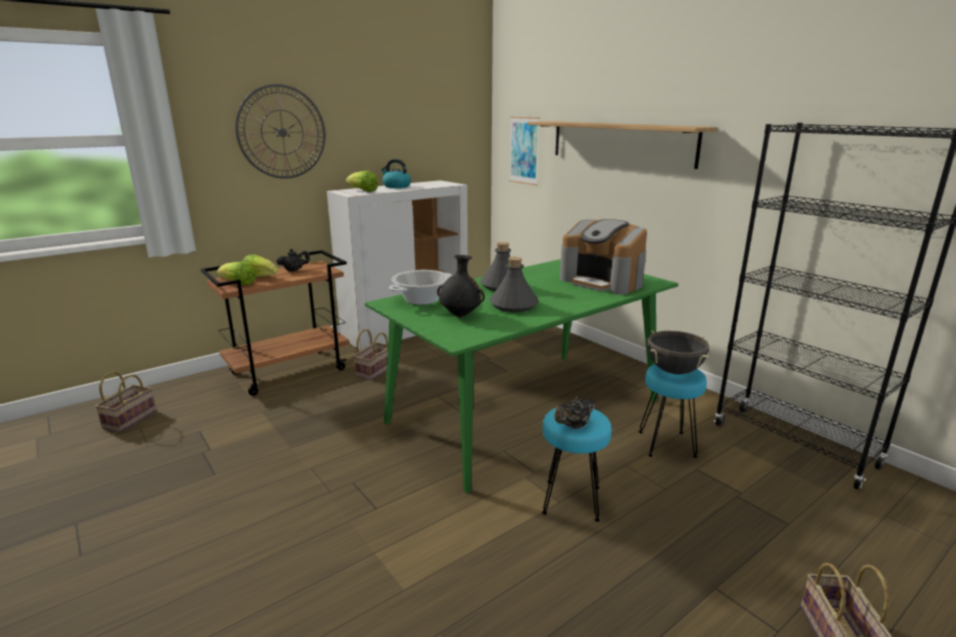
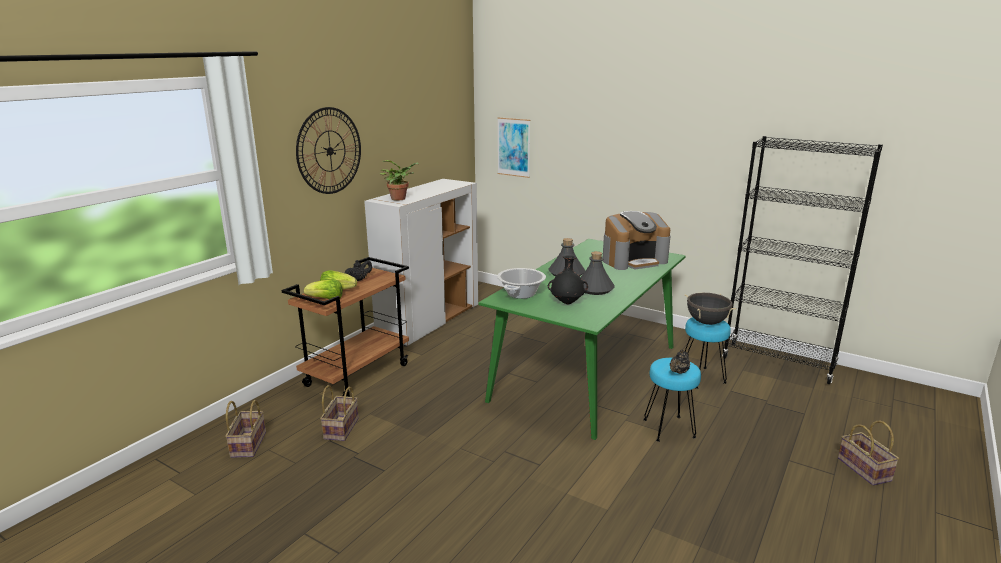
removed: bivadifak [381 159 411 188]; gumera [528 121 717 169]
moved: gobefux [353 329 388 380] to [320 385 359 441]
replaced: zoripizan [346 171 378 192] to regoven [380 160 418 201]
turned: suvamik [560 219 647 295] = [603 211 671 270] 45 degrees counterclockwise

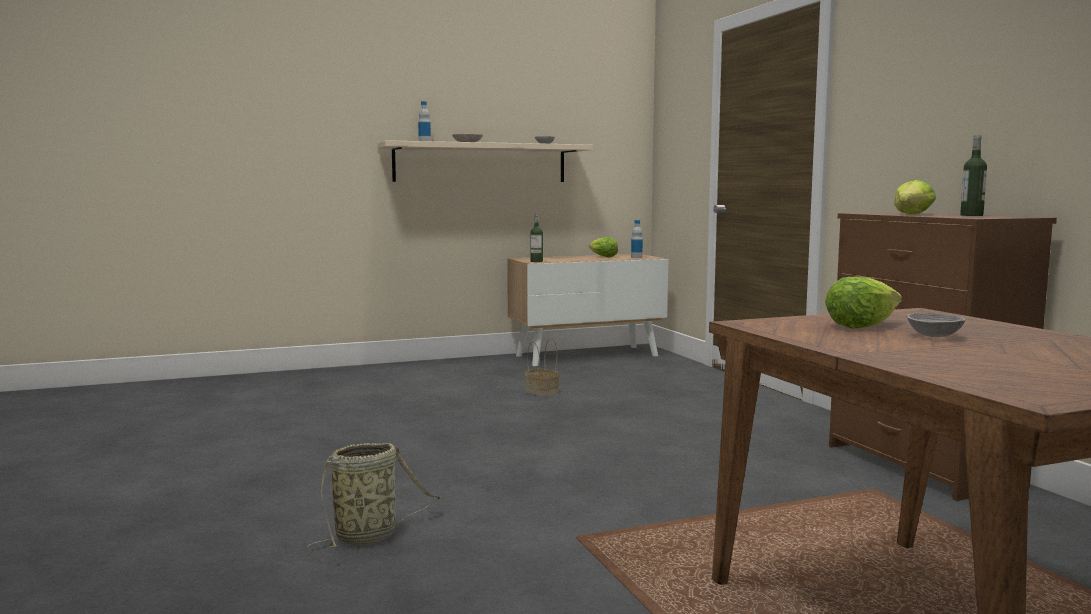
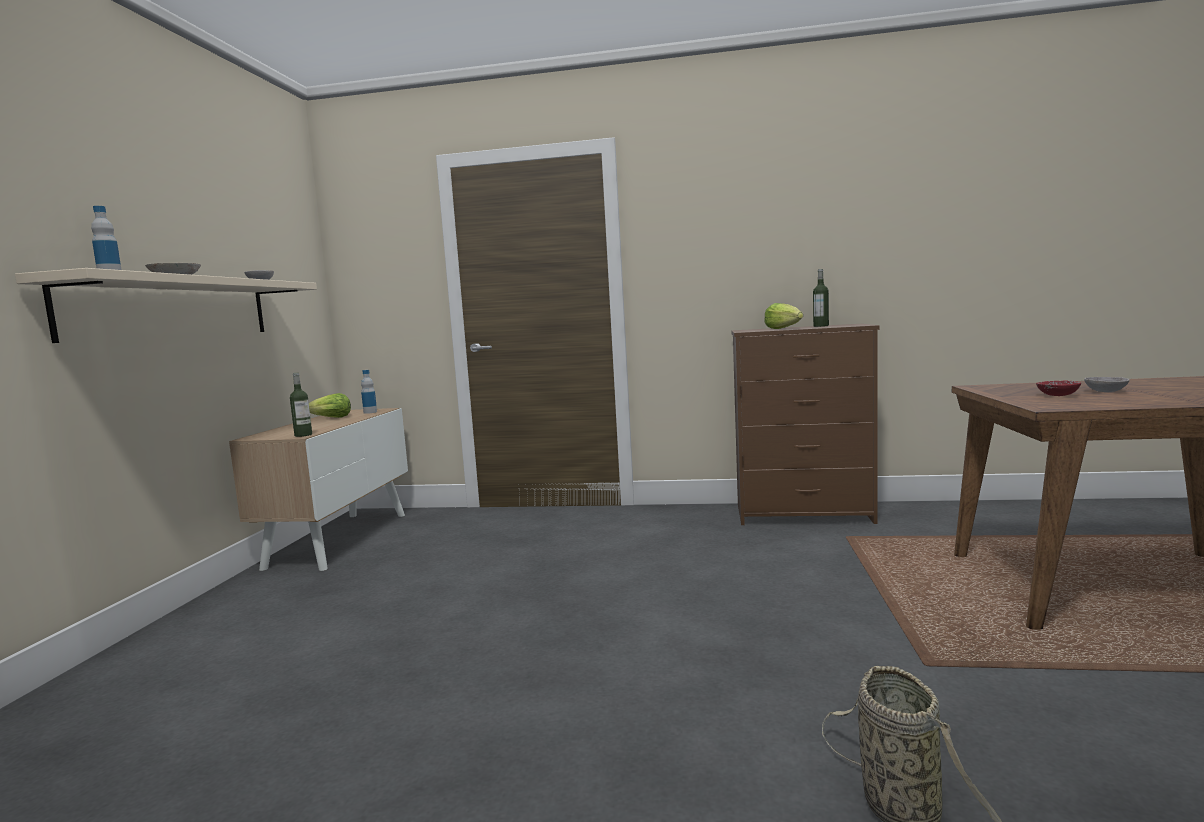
removed: gobefux [524 338 560 397]
replaced: zoripizan [825 276 902 329] to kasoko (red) [1036 381 1081 396]

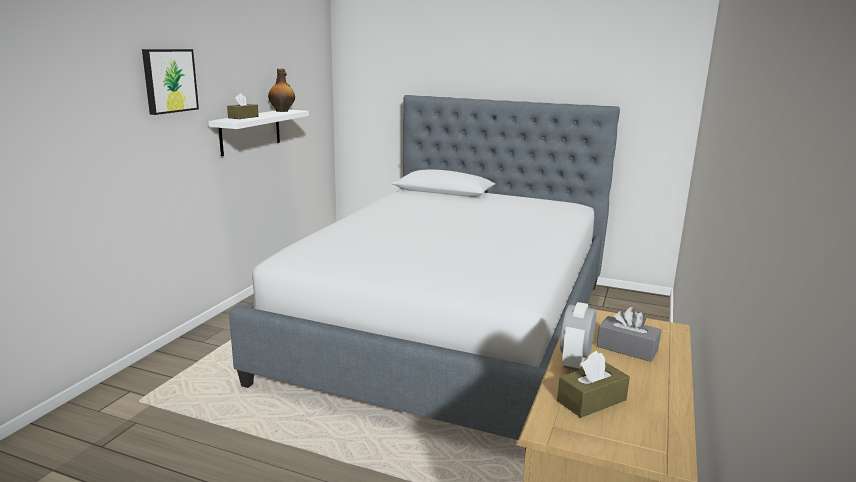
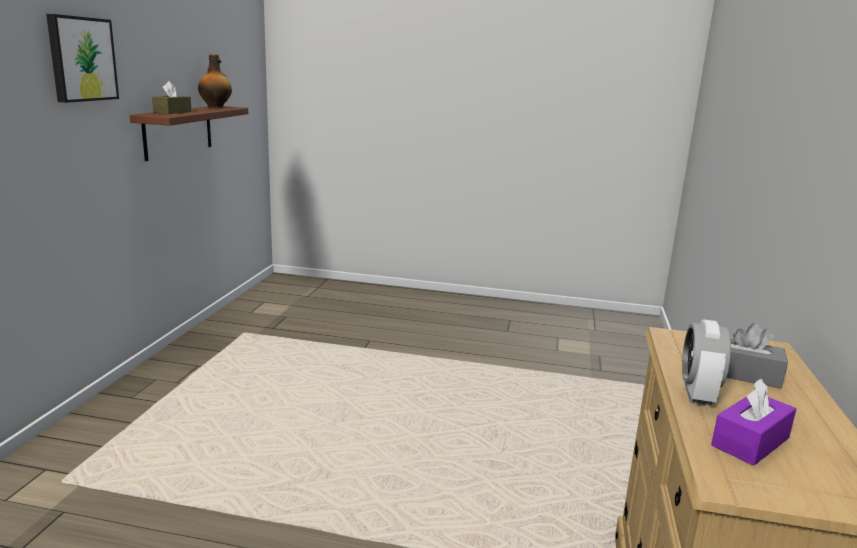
removed: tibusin [229 95 620 451]
recoloured: gumera (white) [208 109 309 156] to gumera (brown) [130 106 248 161]; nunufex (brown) [557 351 630 418] to nunufex (purple) [711 378 796 466]

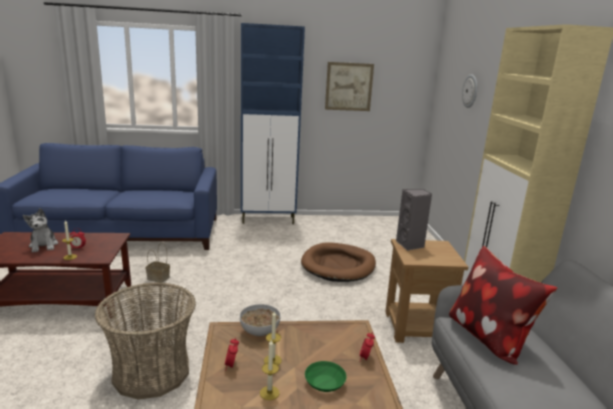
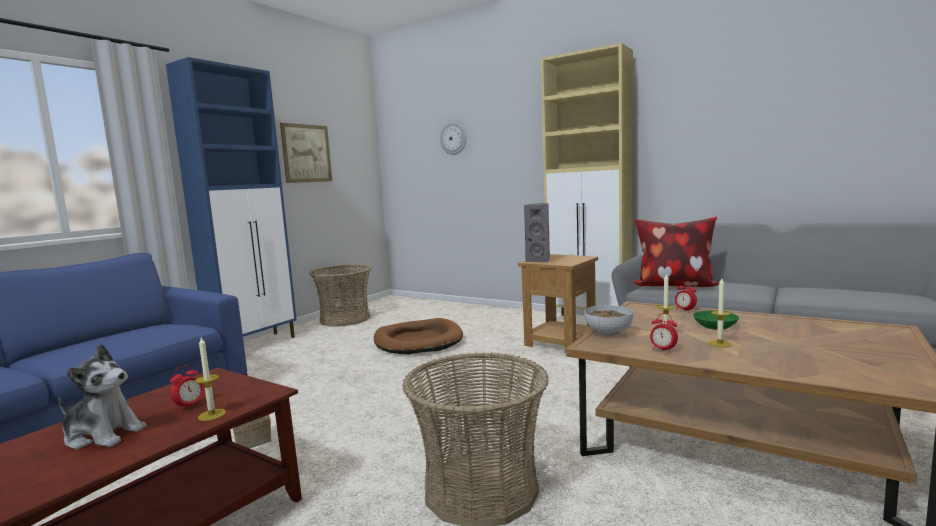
added: gobefux [309 264 371 327]

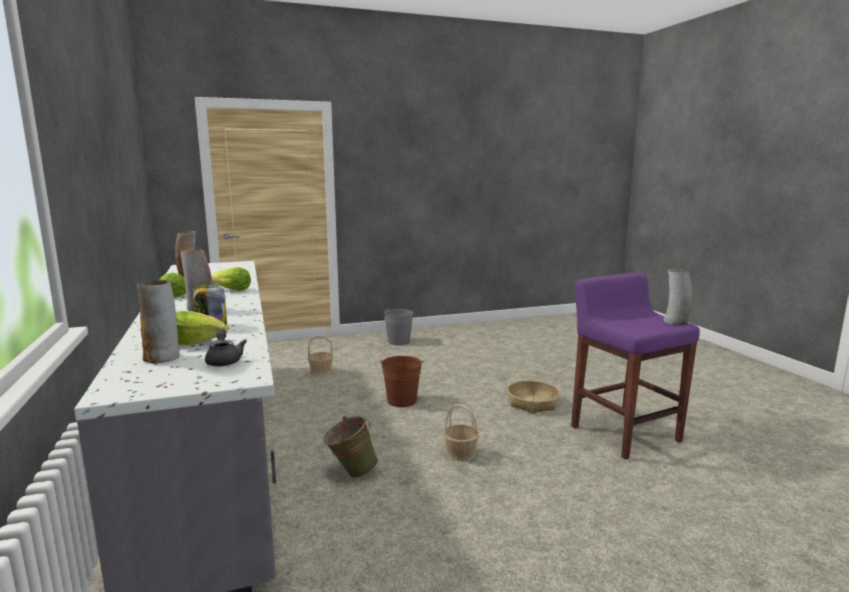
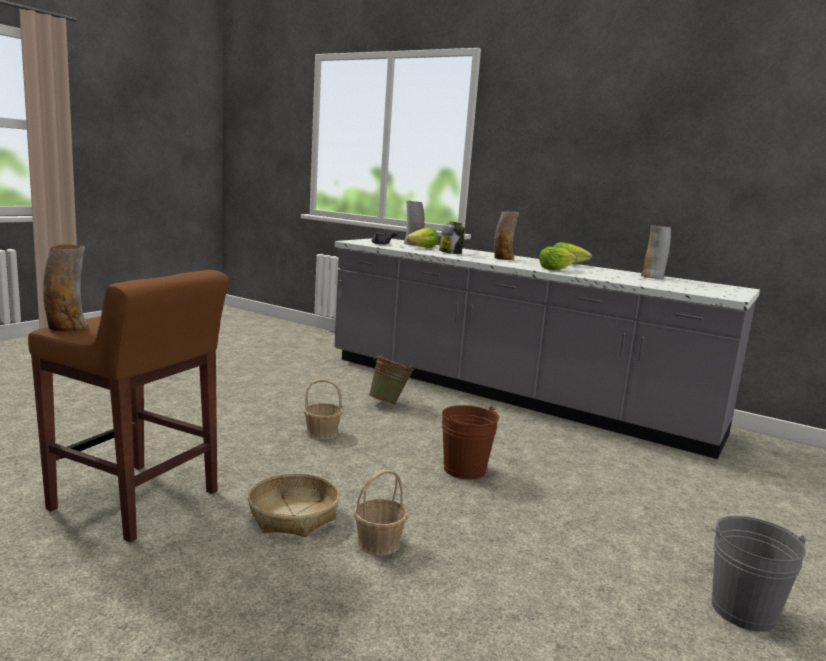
moved: gobefux [307 336 333 376] to [354 470 408 555]
recoloured: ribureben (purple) [571 273 700 460] to ribureben (brown) [28 270 228 542]

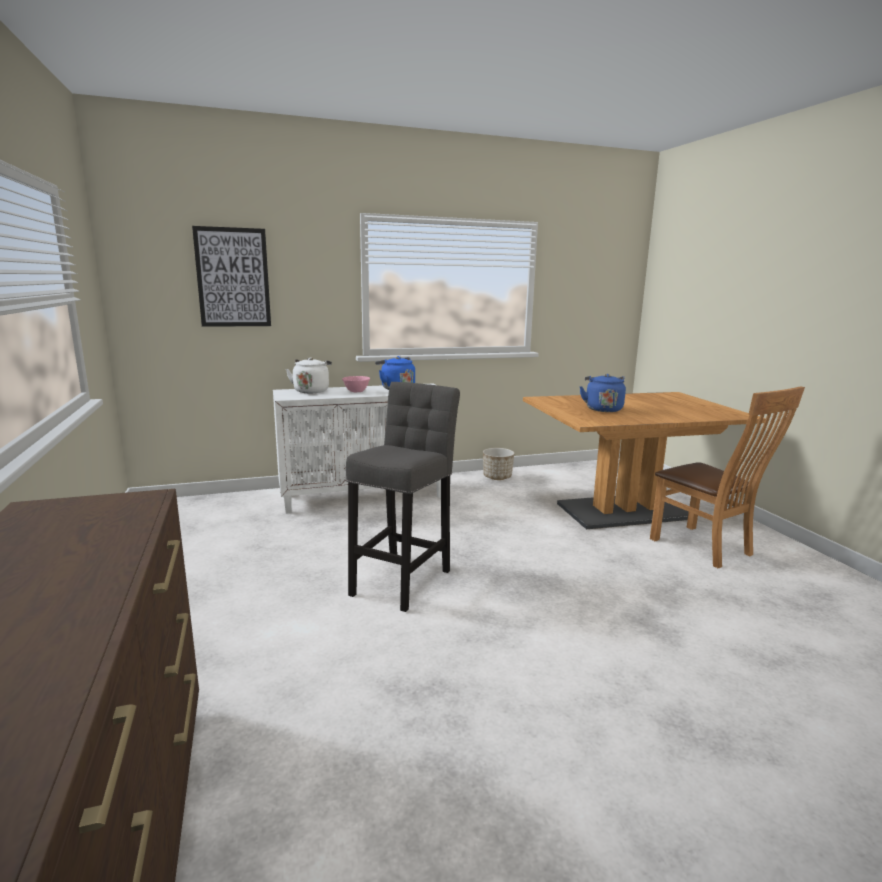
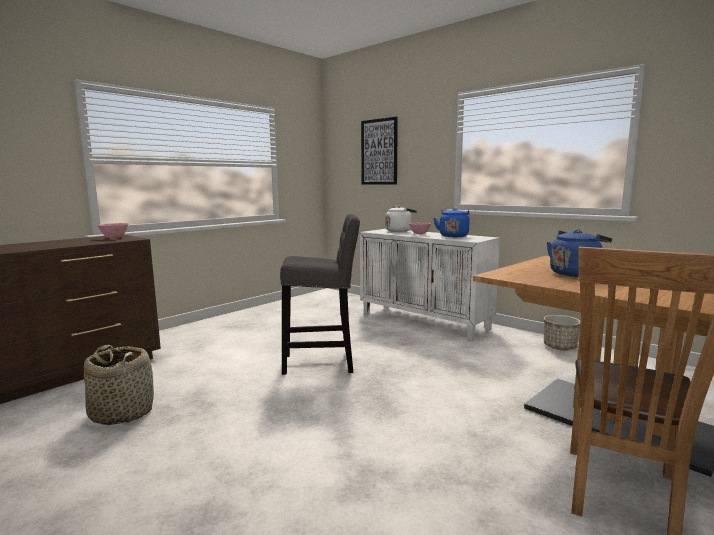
added: gobefux [84 345 154 425]; kasoko (pink) [97 223 129 238]

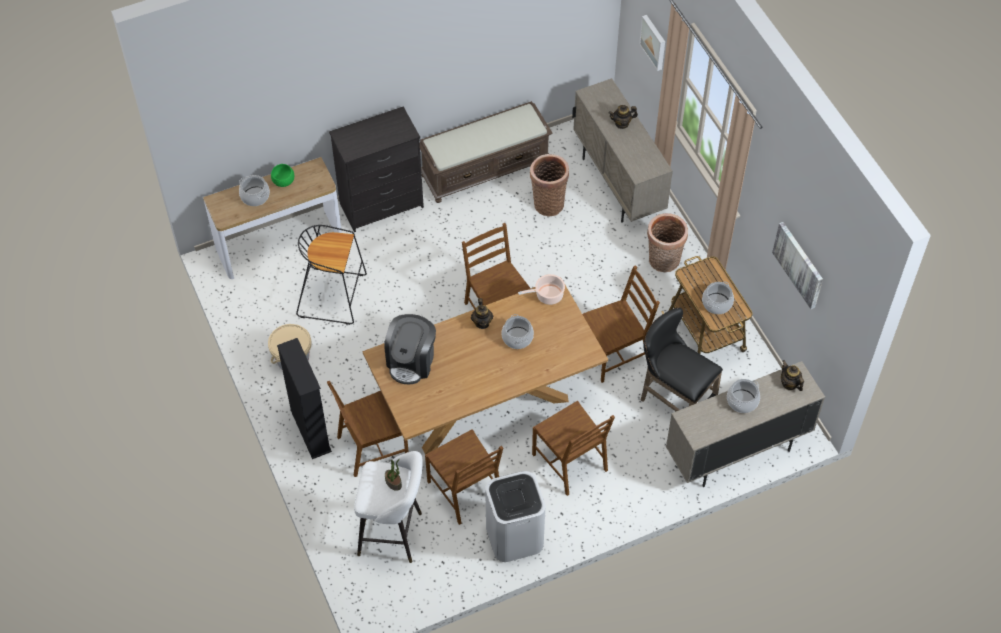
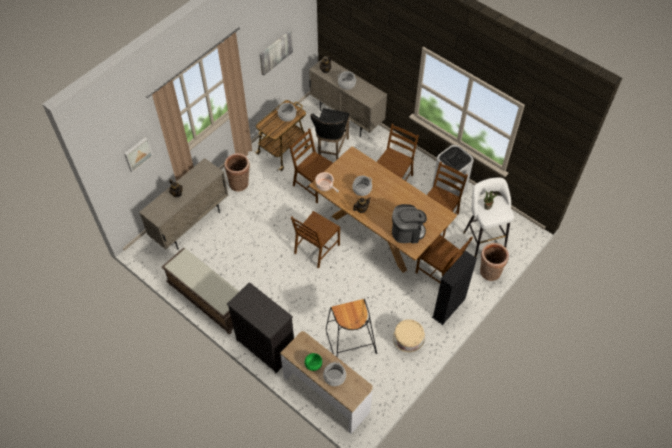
moved: gobefux [530 154 569 216] to [480 243 509 281]

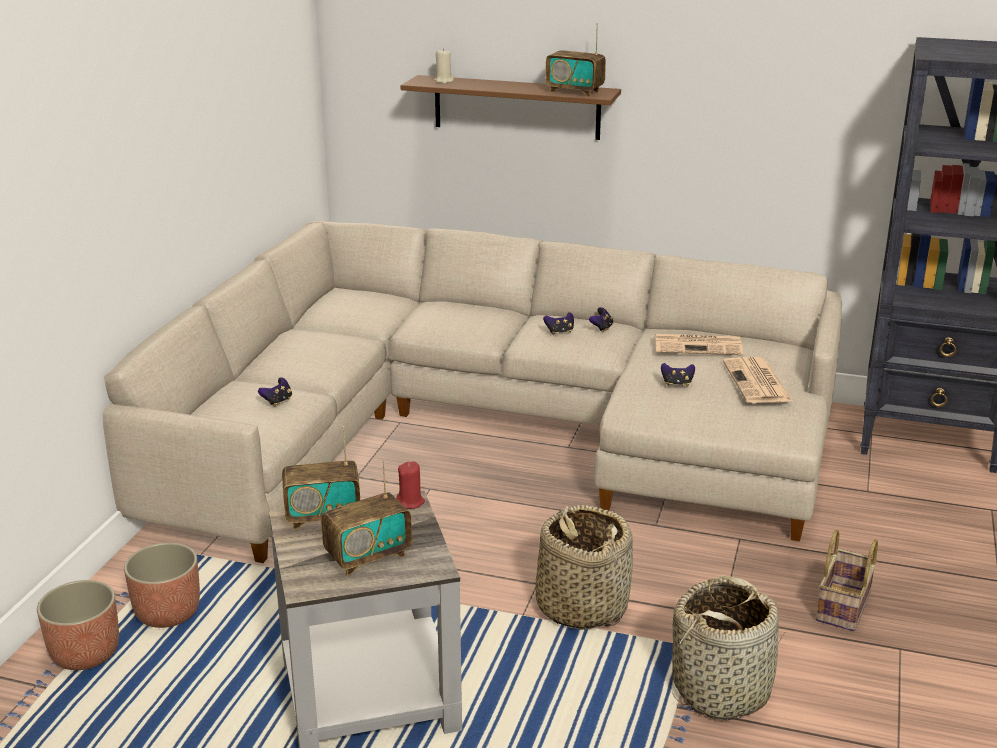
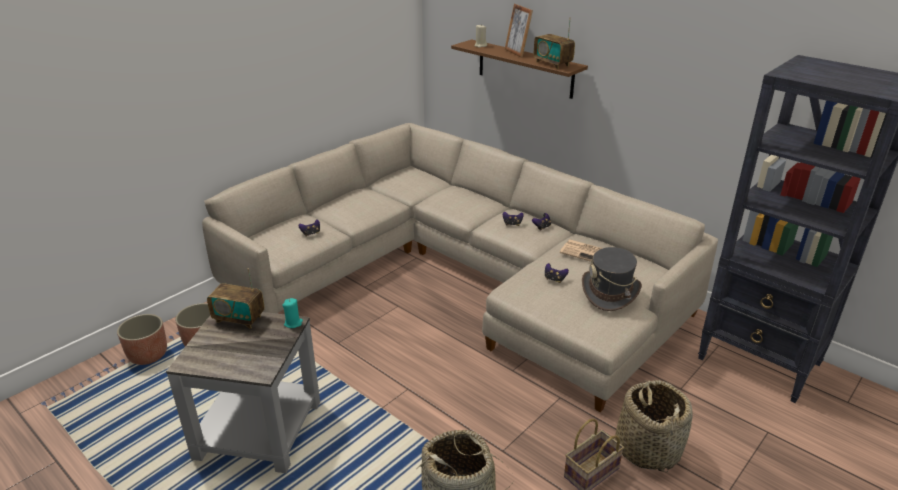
removed: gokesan [321 458 412 576]
added: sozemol [504 4 533 58]
moved: gobefux [535 505 633 630] to [615 380 693 472]
replaced: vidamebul [723 357 794 403] to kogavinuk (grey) [582 247 642 311]
recoloured: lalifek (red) [396 462 425 509] to lalifek (turquoise) [283 298 303 328]

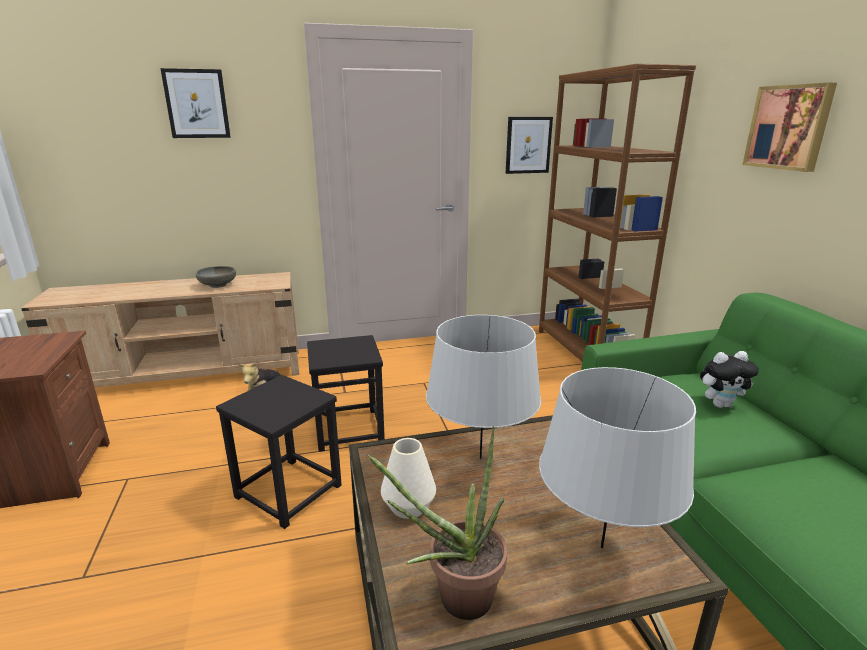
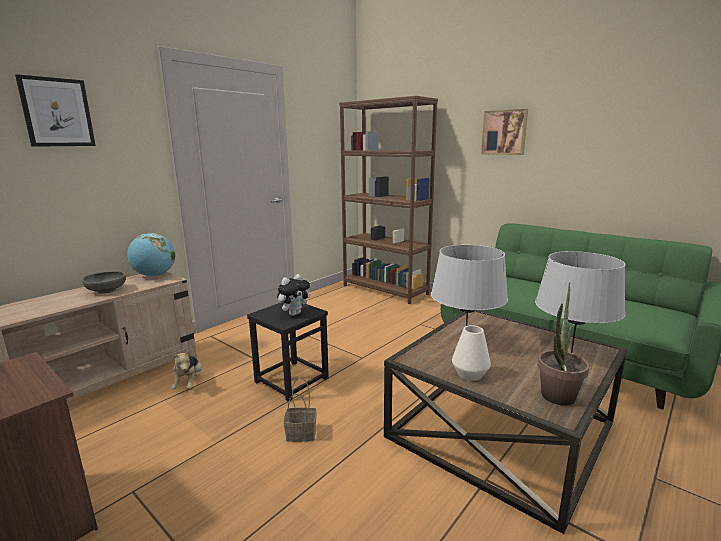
removed: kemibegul [506 117 553 174]
added: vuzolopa [127 233 175 276]
moved: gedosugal [700 351 759 408] to [277 274 311 316]
replaced: ribureben (black) [216 375 342 529] to gobefux [284 377 316 442]

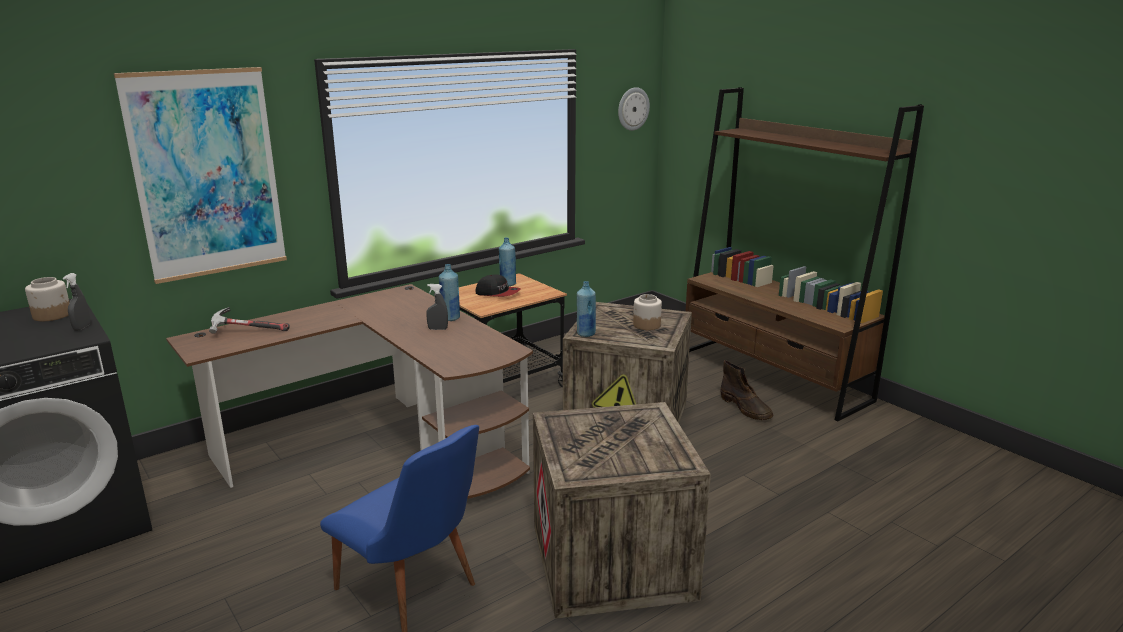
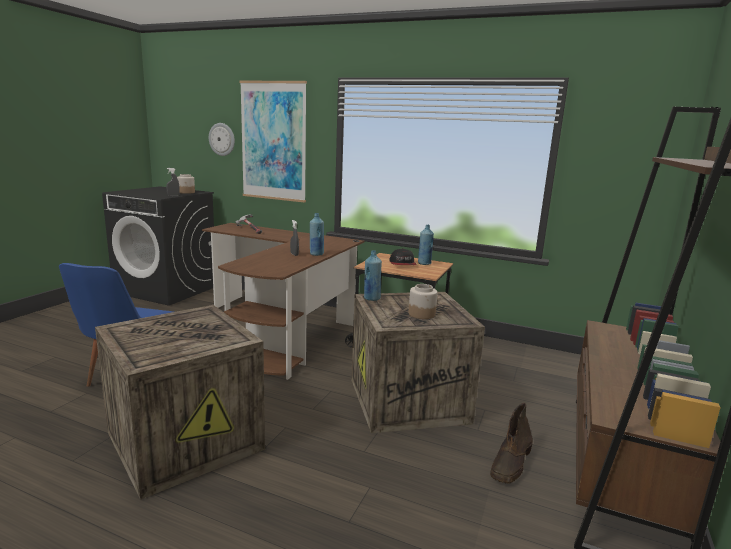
moved: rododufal [618 87 650 131] to [209 123 235 156]

